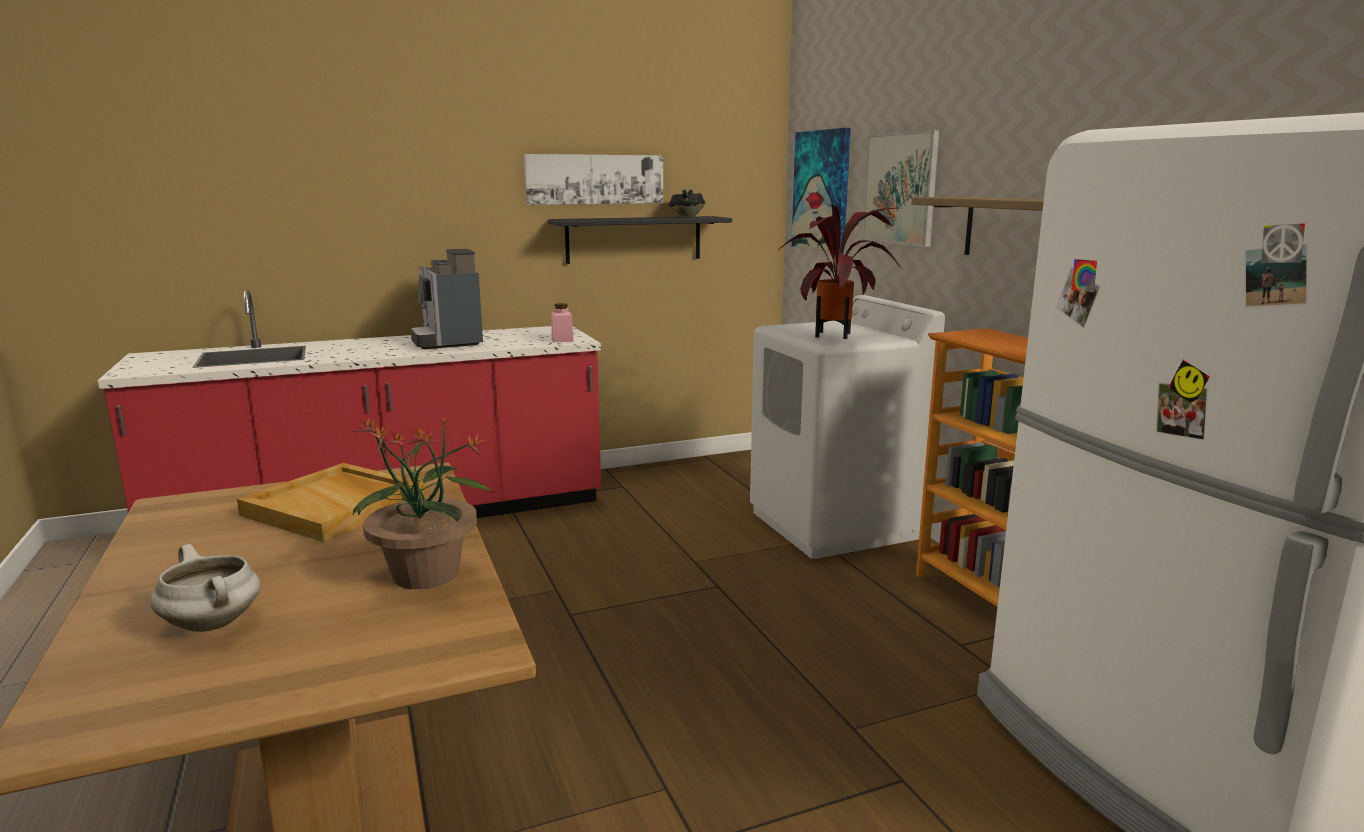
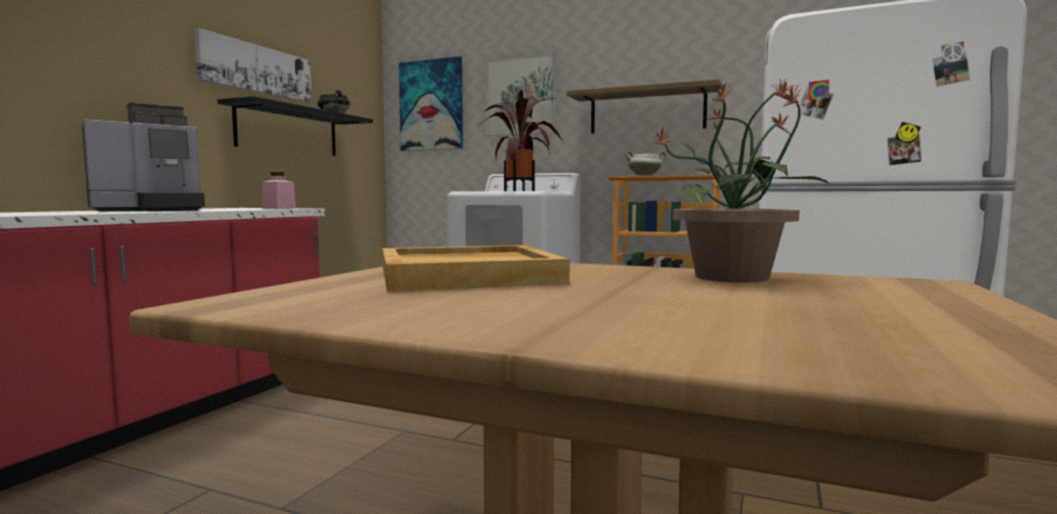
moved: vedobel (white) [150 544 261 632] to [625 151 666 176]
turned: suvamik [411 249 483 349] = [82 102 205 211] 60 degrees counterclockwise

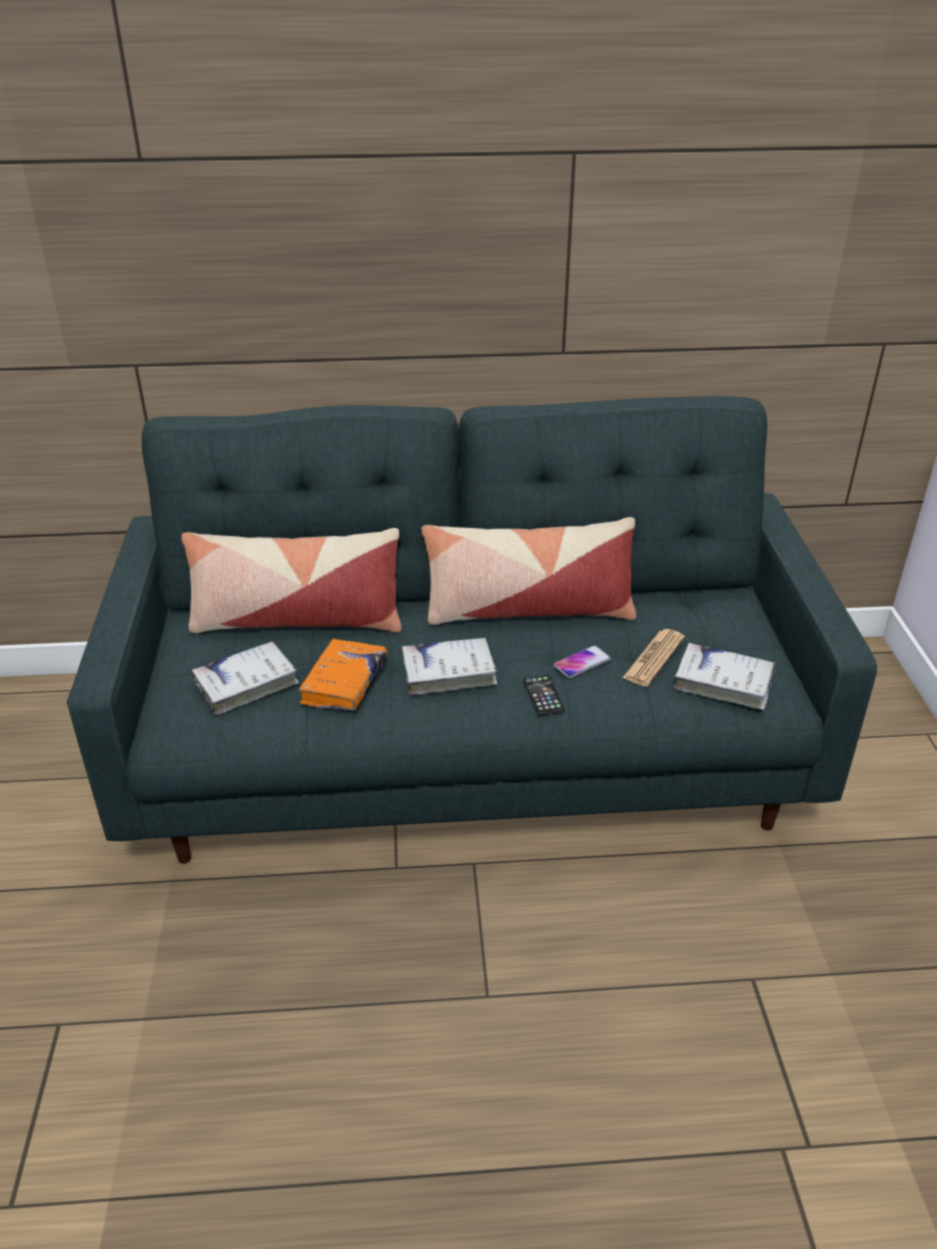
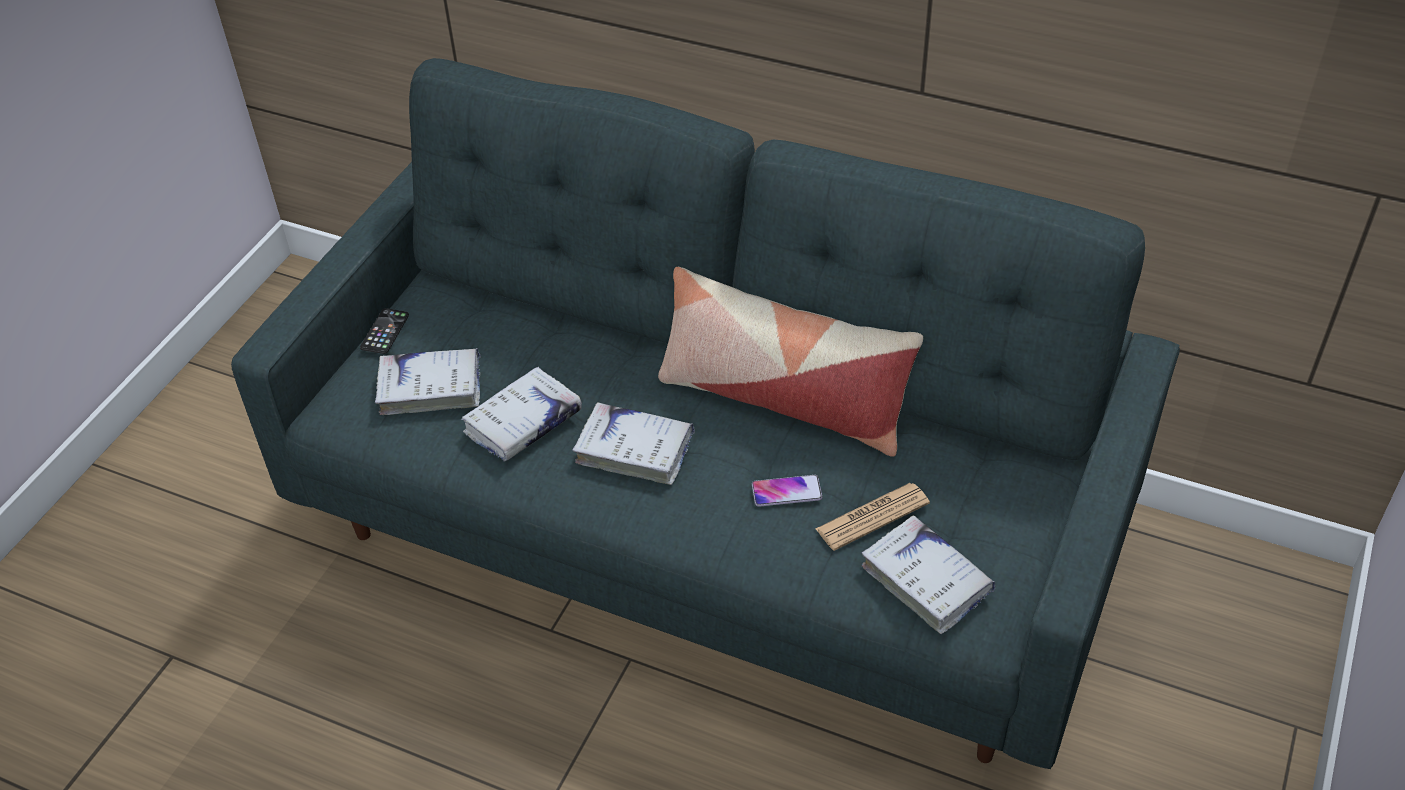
removed: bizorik [181 528 402 634]
moved: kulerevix [523 675 565 715] to [360 308 409 354]
recoloured: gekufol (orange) [299 639 387 711] to gekufol (white) [461 367 582 462]

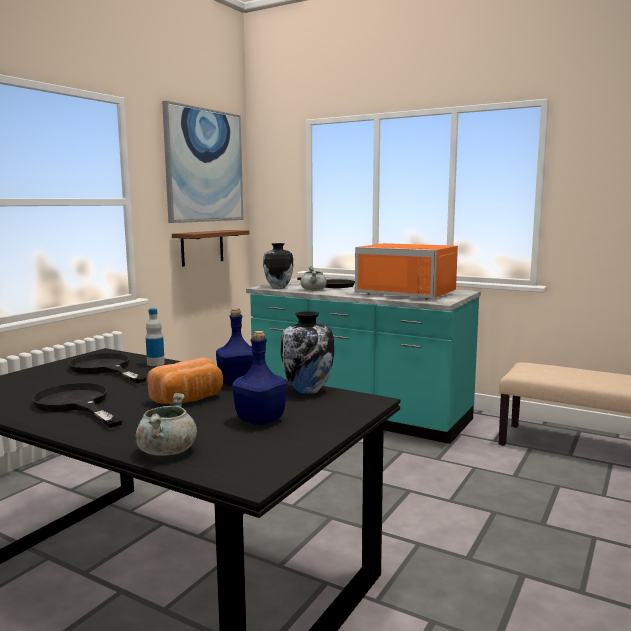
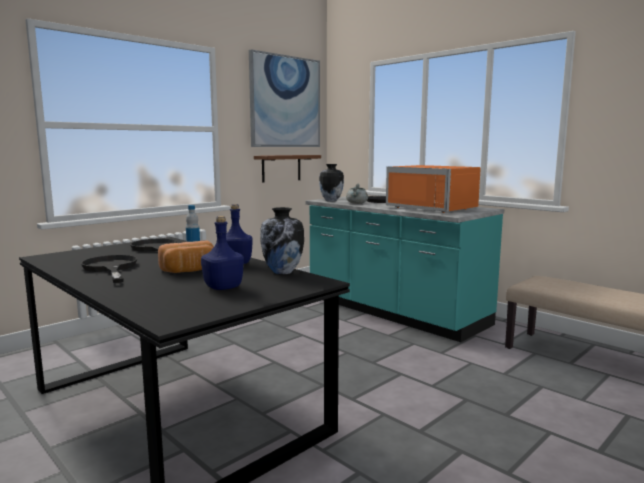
removed: vedobel (grey) [135 393 197 456]

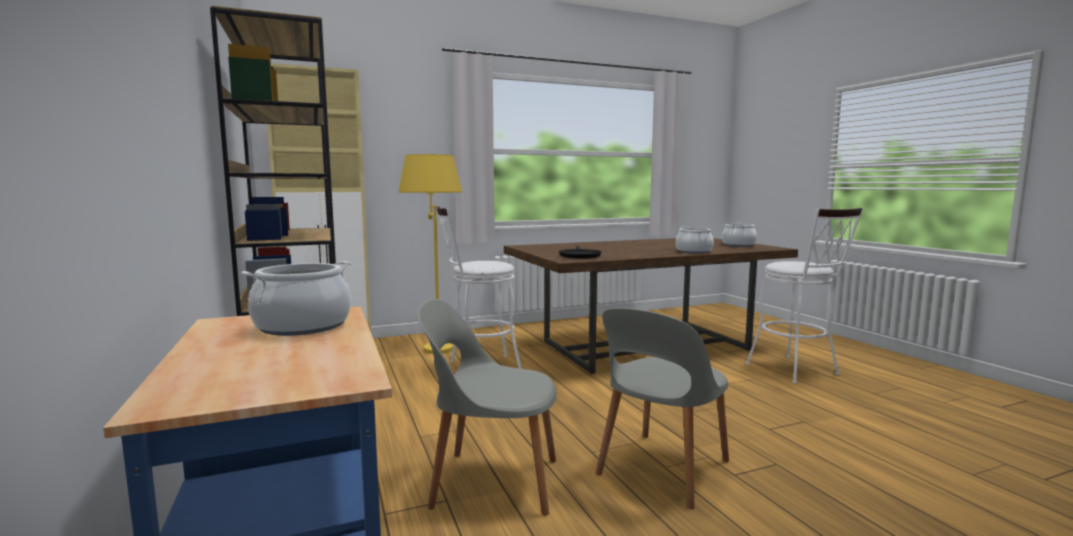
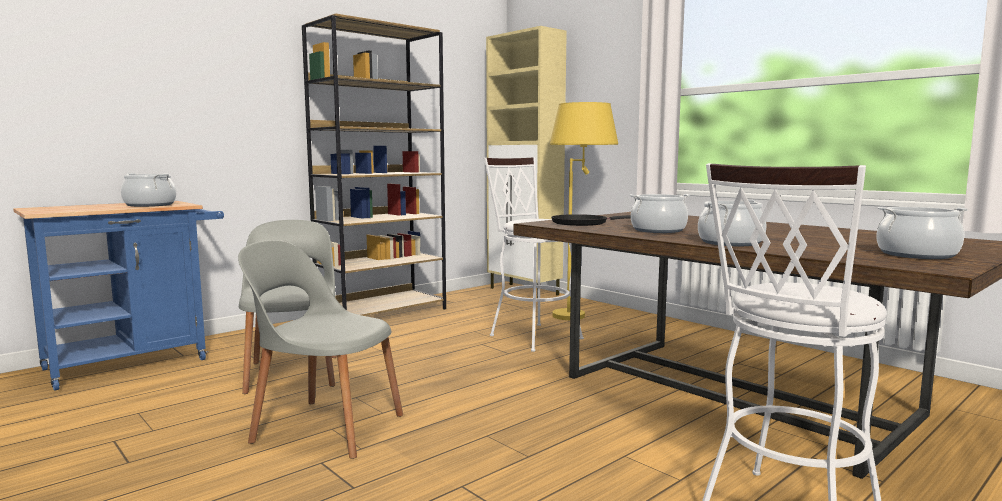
added: vedobel [629 194 690 233]

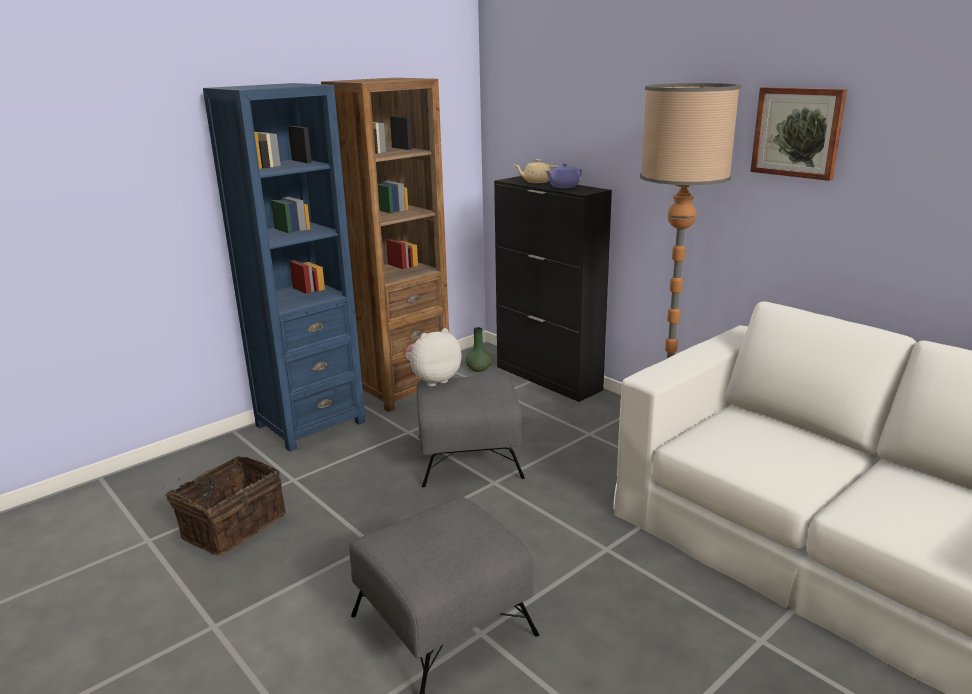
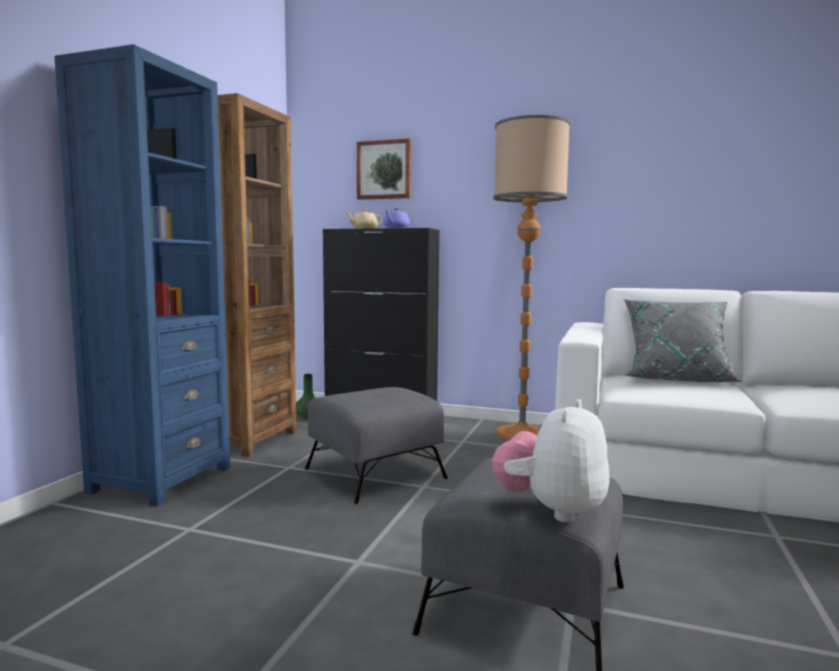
removed: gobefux [163 456 286 556]
added: bizorik (grey) [624 299 743 382]
moved: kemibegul [750 87 847 181] to [357 138 411 200]; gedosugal [406 328 461 386] to [492 399 609 522]

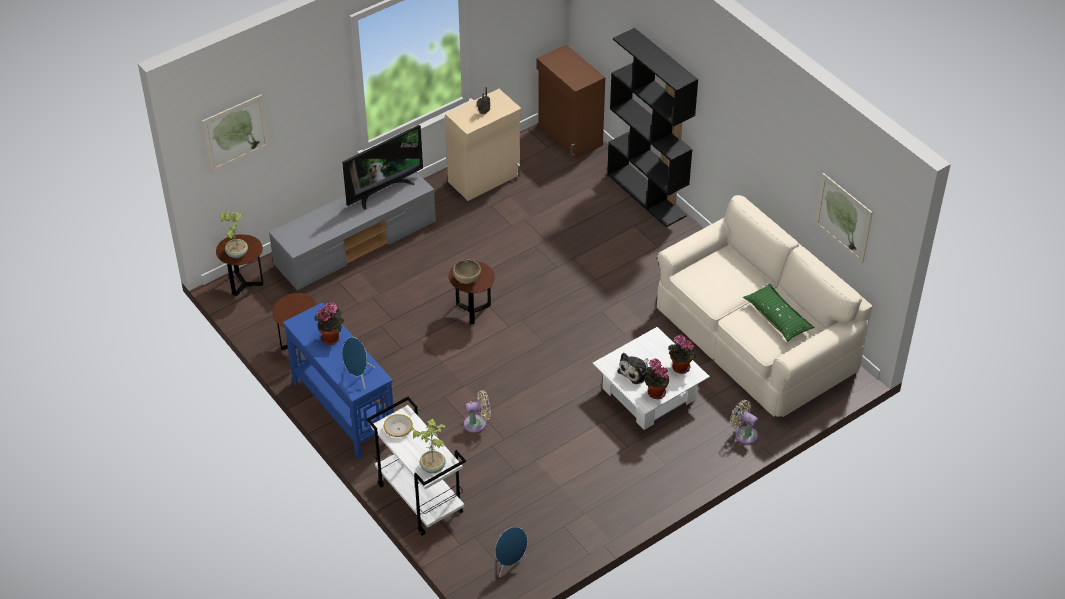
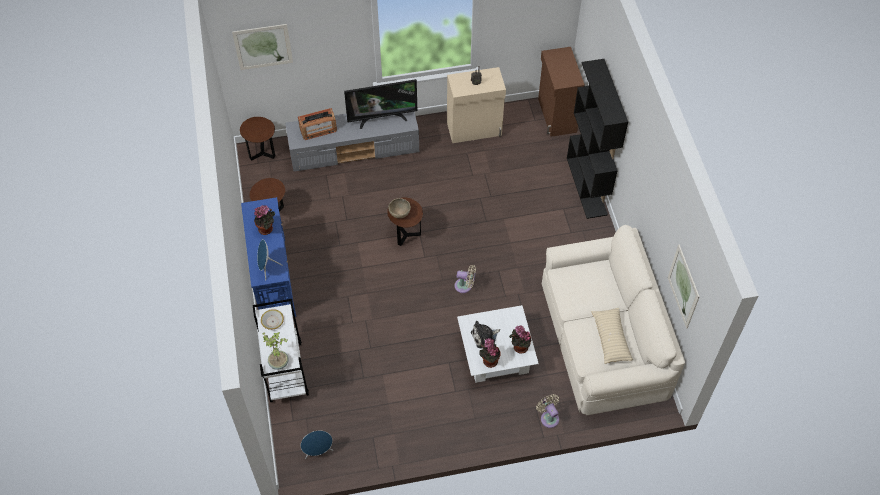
removed: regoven [219 212 248 258]
added: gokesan [298 108 337 140]
moved: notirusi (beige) [464 390 491 433] to [455 265 476 293]
recoloured: bizorik (green) [743 284 814 341] to bizorik (beige) [591 308 633 364]

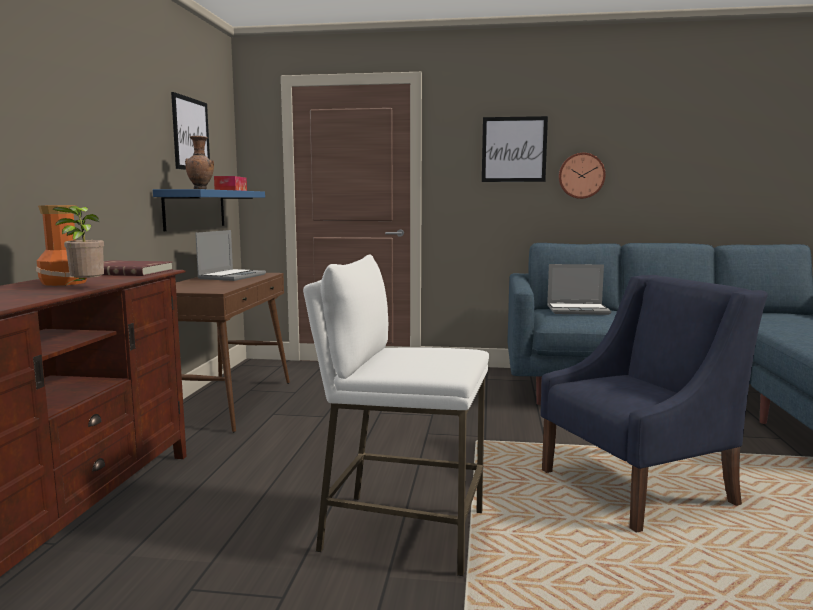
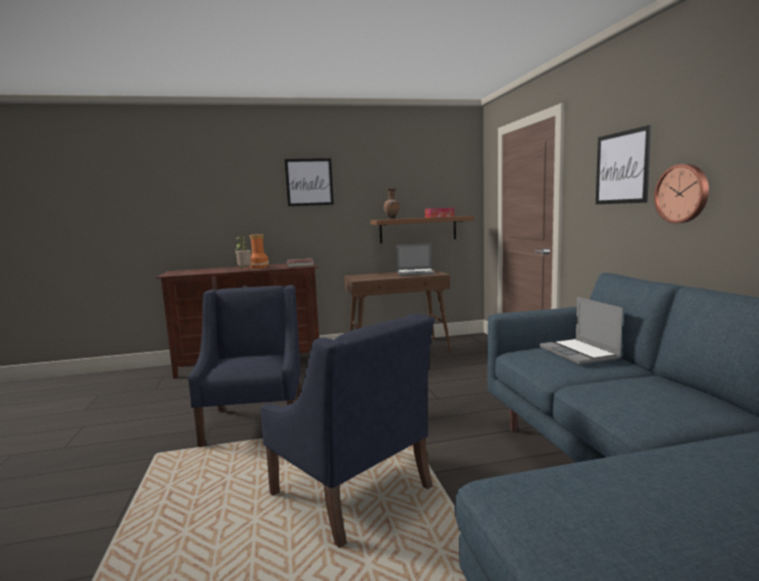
moved: kemibegul [171 92 210 170] to [285 158 334 206]
replaced: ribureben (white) [303 254 489 576] to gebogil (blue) [188 285 301 447]
recoloured: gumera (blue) [153 189 265 231] to gumera (brown) [371 216 475 244]

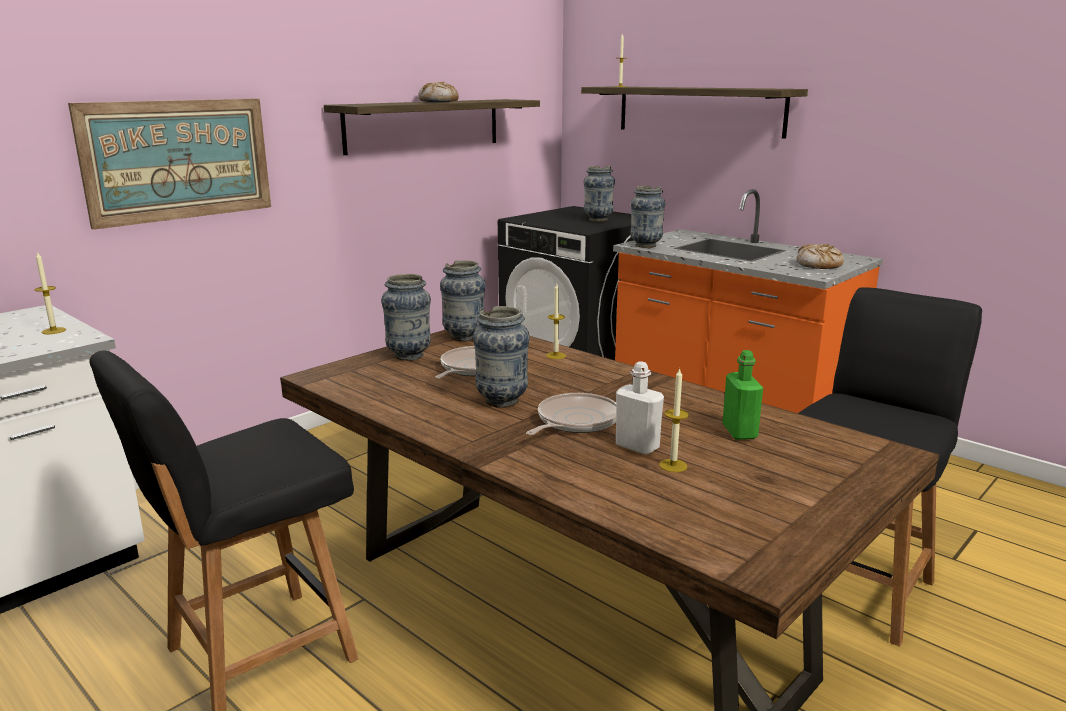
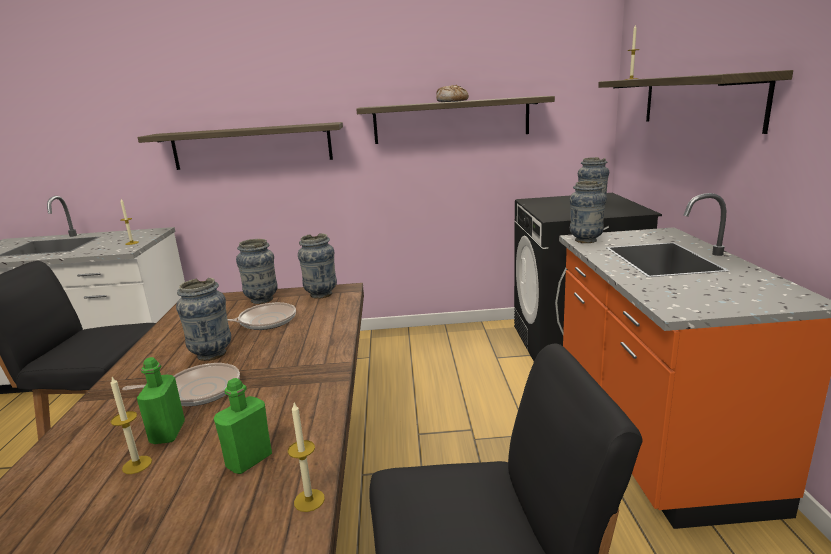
removed: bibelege [796 244 844 269]
moved: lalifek [546 284 566 359] to [288 403 325 512]
replaced: kemibegul [68 99 271 230] to gumera [138 122 343 170]
recoloured: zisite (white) [616 361 664 455] to zisite (green) [137 357 185 444]

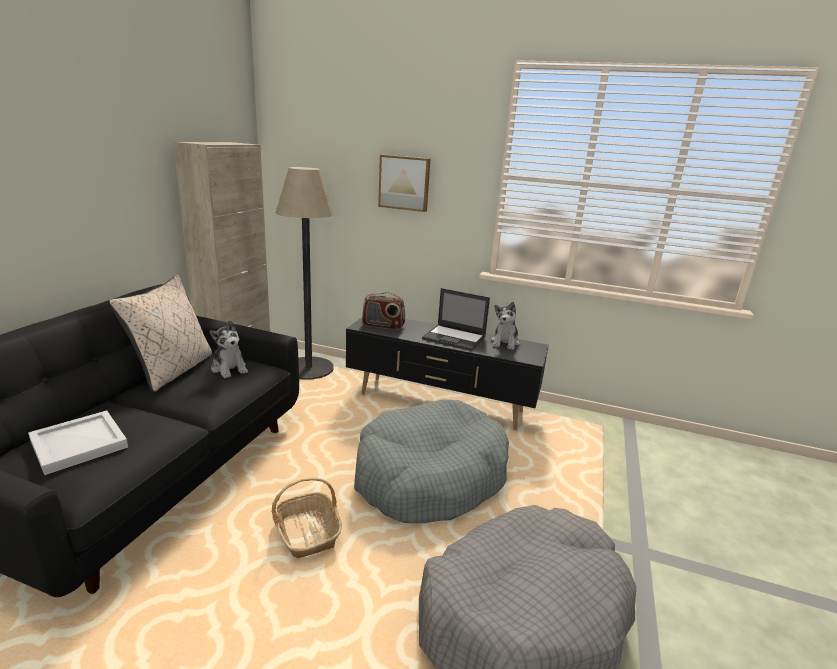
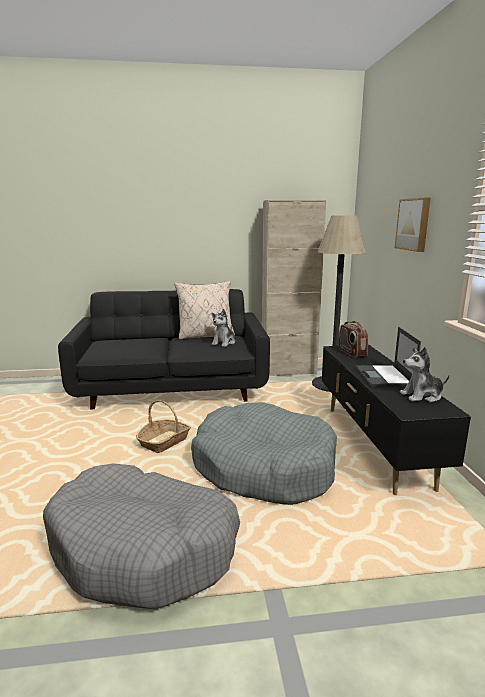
removed: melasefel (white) [28 411 128 475]

